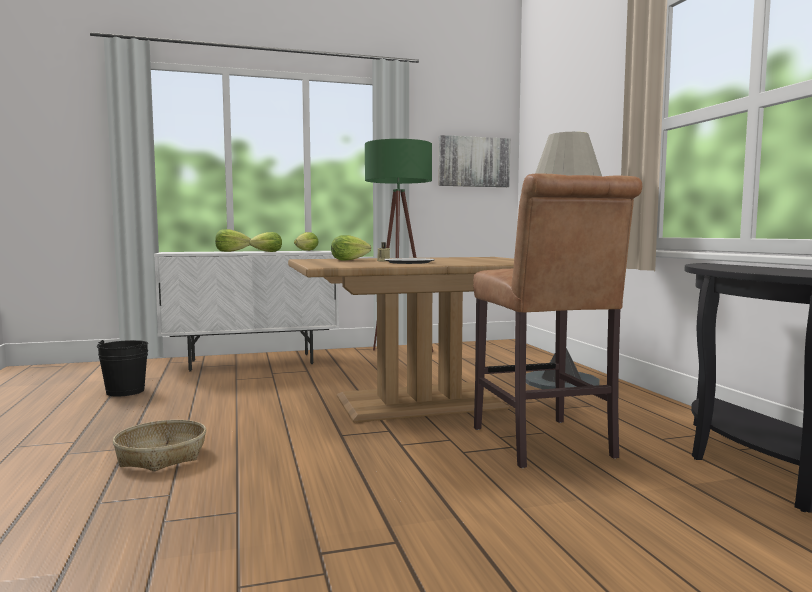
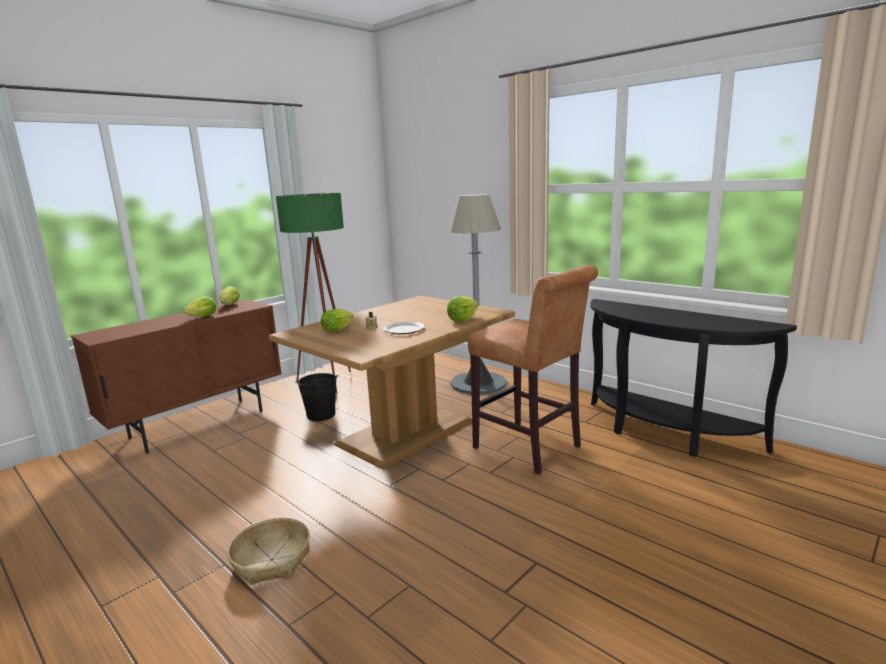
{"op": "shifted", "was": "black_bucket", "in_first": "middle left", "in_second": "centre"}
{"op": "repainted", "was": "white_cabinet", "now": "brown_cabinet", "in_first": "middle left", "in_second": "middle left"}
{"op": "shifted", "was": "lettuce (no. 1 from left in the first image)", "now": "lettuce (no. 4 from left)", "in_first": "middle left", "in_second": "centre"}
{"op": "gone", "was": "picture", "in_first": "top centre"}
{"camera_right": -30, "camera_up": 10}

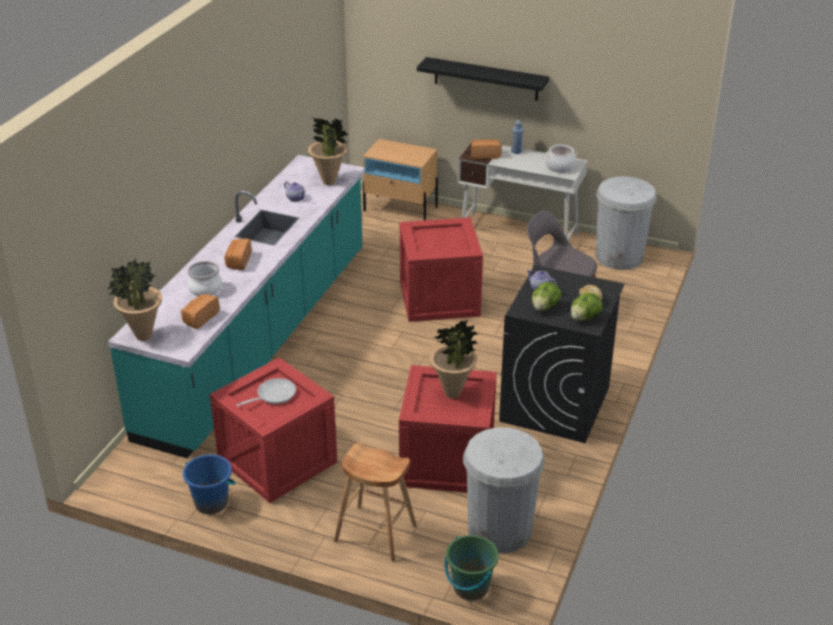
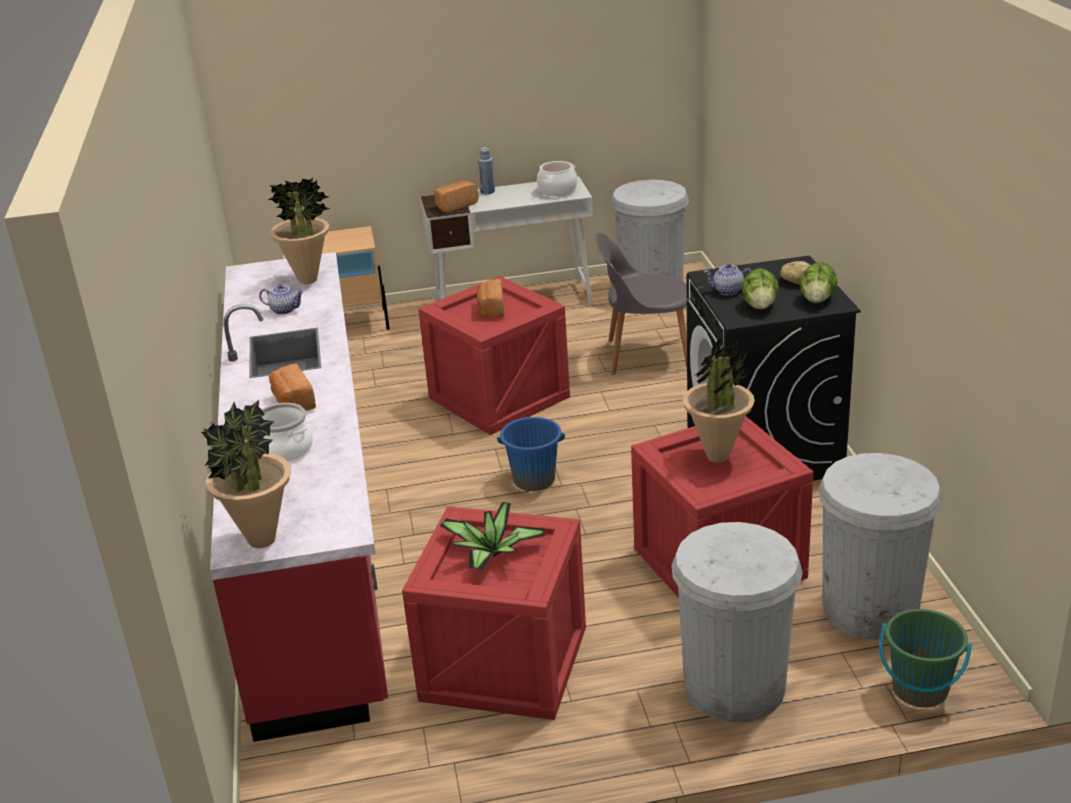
{"op": "repainted", "was": "turquoise_counter", "now": "red_counter", "in_first": "middle left", "in_second": "middle left"}
{"op": "shifted", "was": "bread (no. 1 from left in the first image)", "now": "bread (no. 3 from left)", "in_first": "middle left", "in_second": "centre"}
{"op": "shifted", "was": "blue_bucket", "in_first": "bottom left", "in_second": "centre"}
{"op": "swapped", "was": "frying_pan", "now": "potted_plant (no. 3 from left)", "in_first": "middle left", "in_second": "bottom centre"}
{"op": "swapped", "was": "brown_stool", "now": "white_trash_can (no. 2 from left)", "in_first": "bottom centre", "in_second": "bottom right"}
{"op": "gone", "was": "black_shelf", "in_first": "top centre"}
{"camera_right": -30, "camera_up": -5}

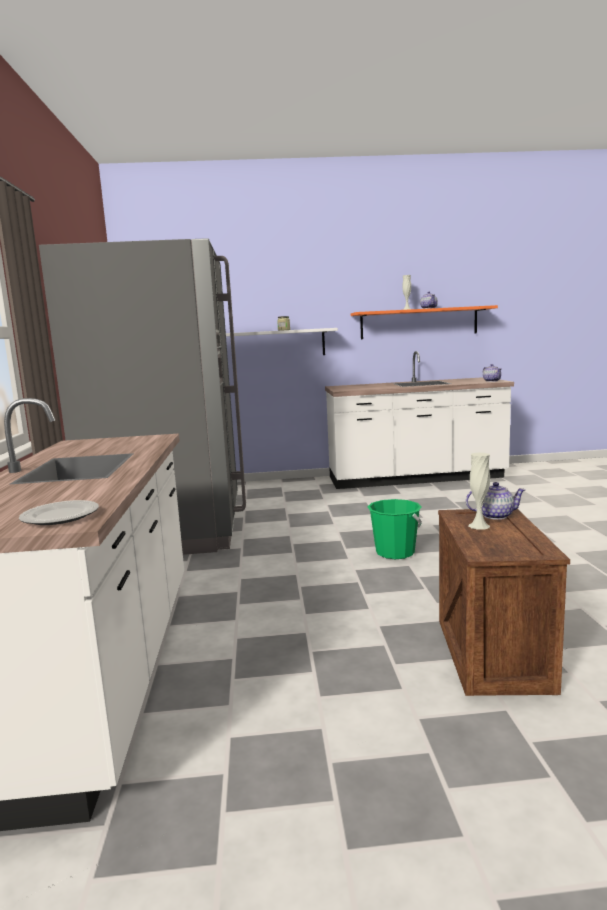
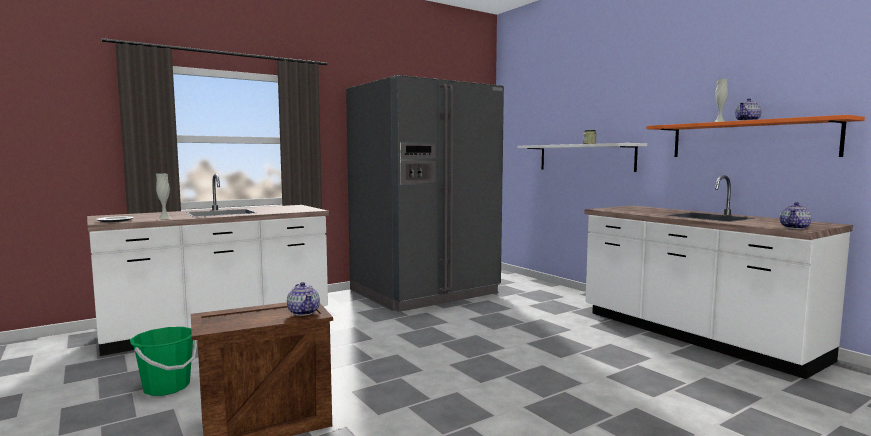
{"op": "shifted", "was": "green_bucket", "in_first": "centre", "in_second": "bottom left"}
{"op": "shifted", "was": "white_vase (no. 2 from left in the first image)", "now": "white_vase (no. 1 from left)", "in_first": "middle right", "in_second": "middle left"}
{"camera_right": 60, "camera_up": -5}

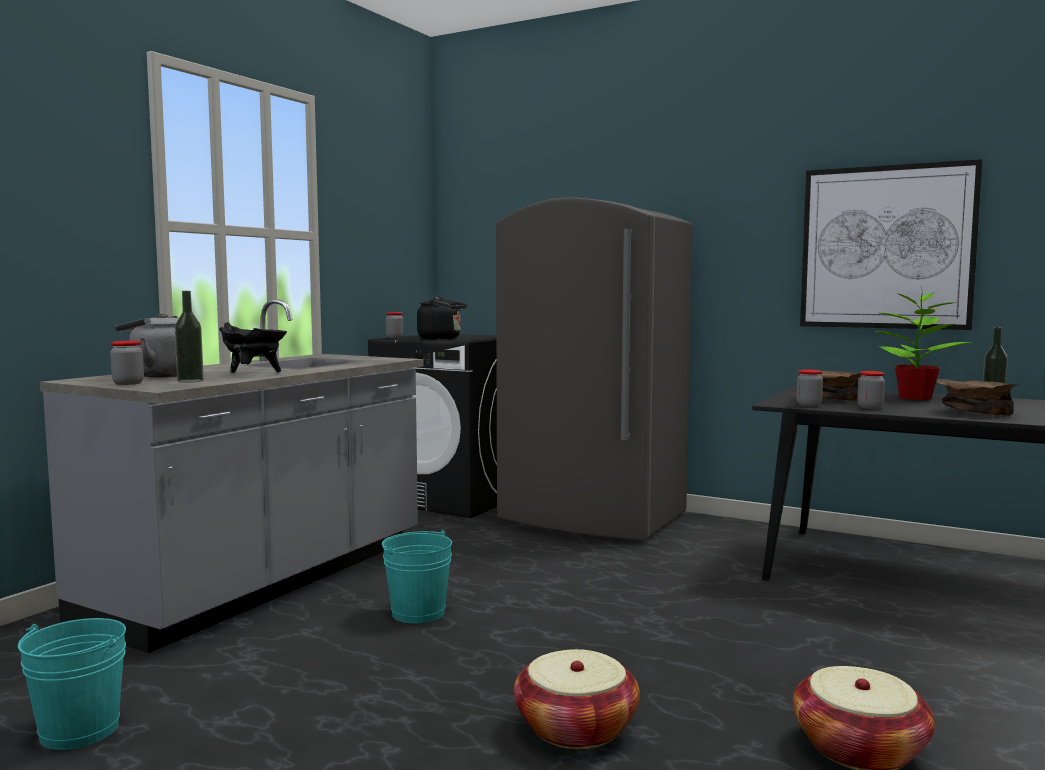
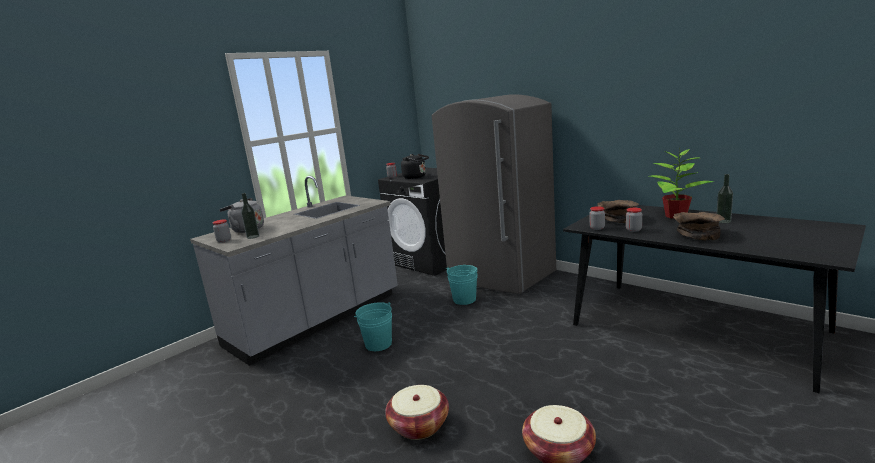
{"op": "shifted", "was": "turquoise_bucket (no. 1 from left in the first image)", "now": "turquoise_bucket (no. 2 from left)", "in_first": "bottom left", "in_second": "centre"}
{"op": "gone", "was": "black_cooking_pot", "in_first": "middle left"}
{"op": "gone", "was": "picture", "in_first": "top right"}
{"camera_right": 15, "camera_up": 10}

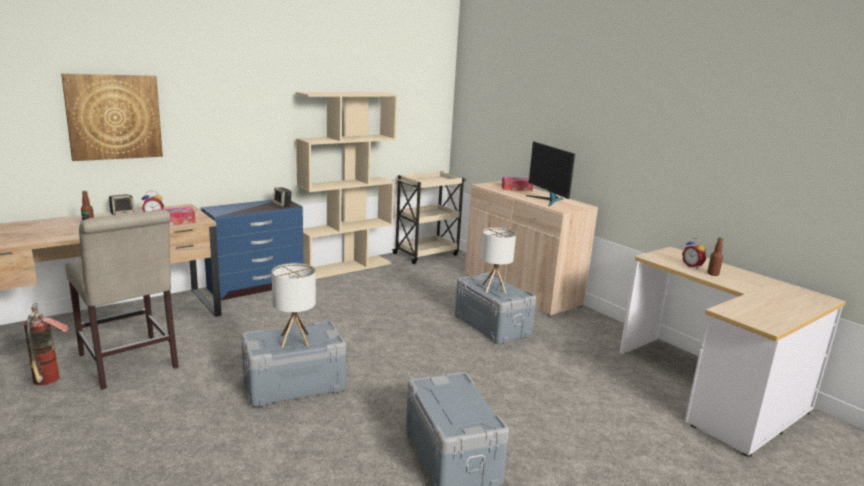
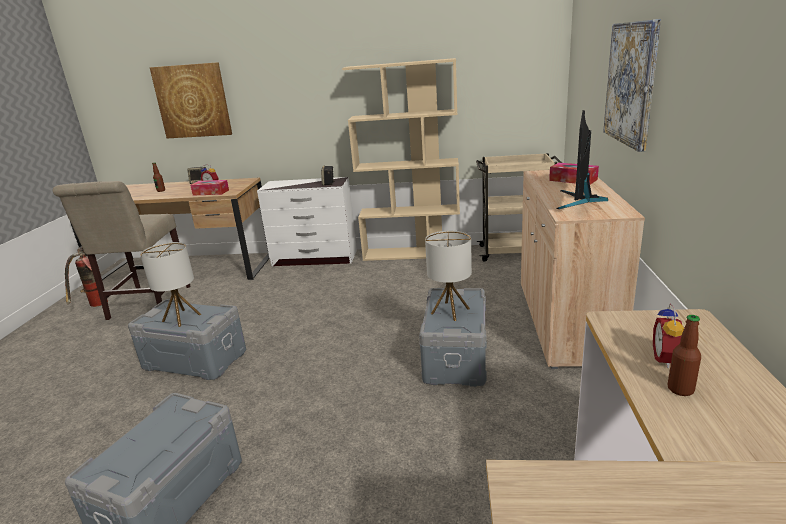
{"op": "repainted", "was": "blue_dresser", "now": "white_dresser", "in_first": "middle left", "in_second": "centre"}
{"op": "new", "now": "picture (no. 2 from left)", "in_second": "top right"}
{"camera_right": 45, "camera_up": 5}

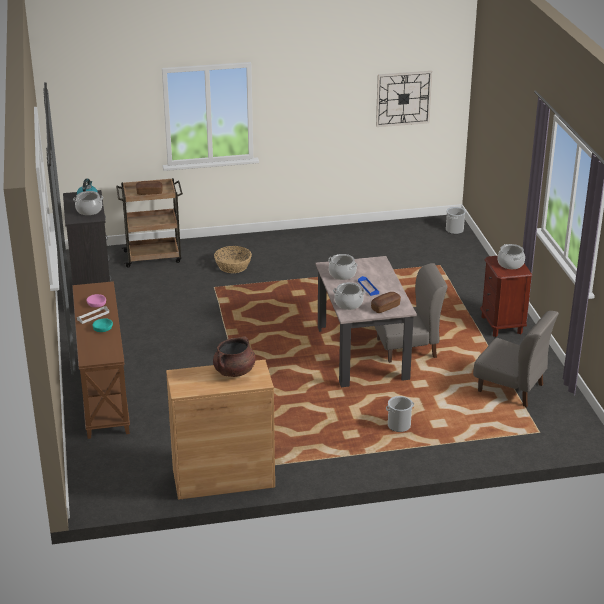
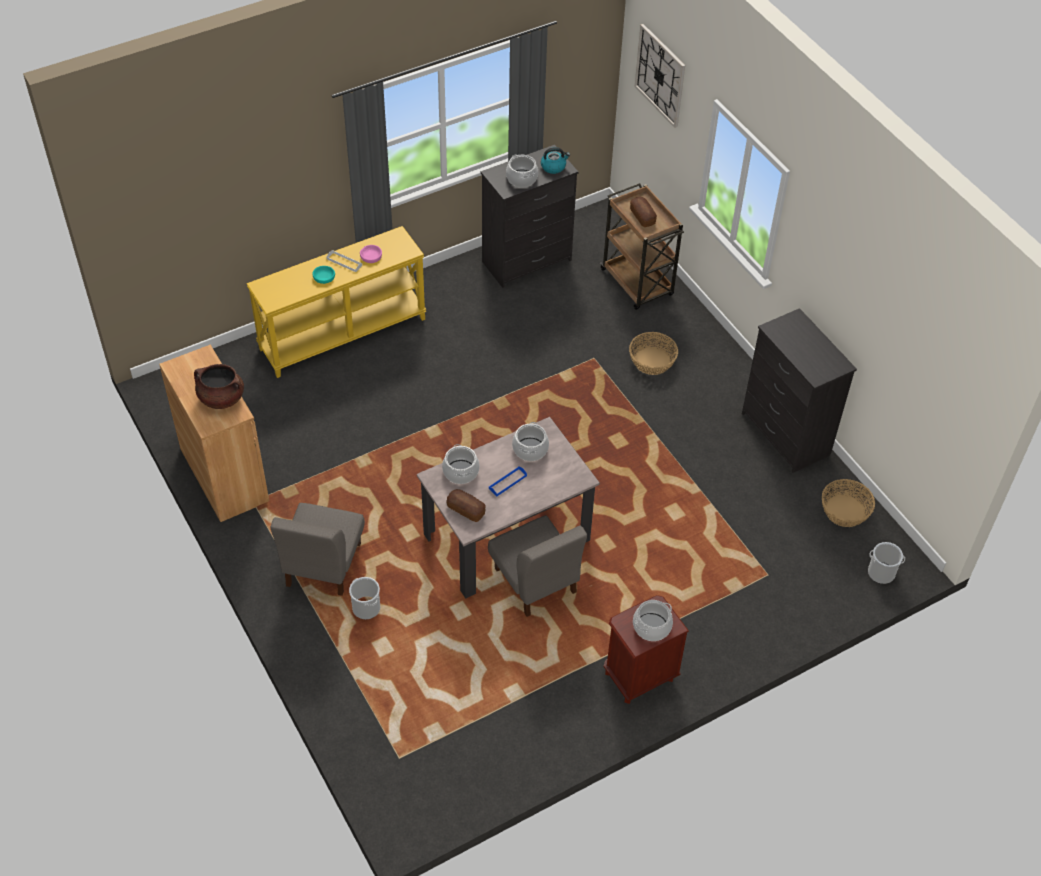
{"op": "repainted", "was": "brown_console_table", "now": "yellow_console_table", "in_first": "middle left", "in_second": "middle left"}
{"op": "shifted", "was": "wall_clock", "in_first": "top right", "in_second": "top centre"}
{"op": "shifted", "was": "grey_chair (no. 2 from left in the first image)", "now": "grey_chair (no. 1 from left)", "in_first": "middle right", "in_second": "middle left"}
{"op": "new", "now": "black_dresser (no. 2 from left)", "in_second": "middle right"}
{"op": "new", "now": "basket (no. 2 from left)", "in_second": "middle right"}
{"camera_right": 70, "camera_up": 20}

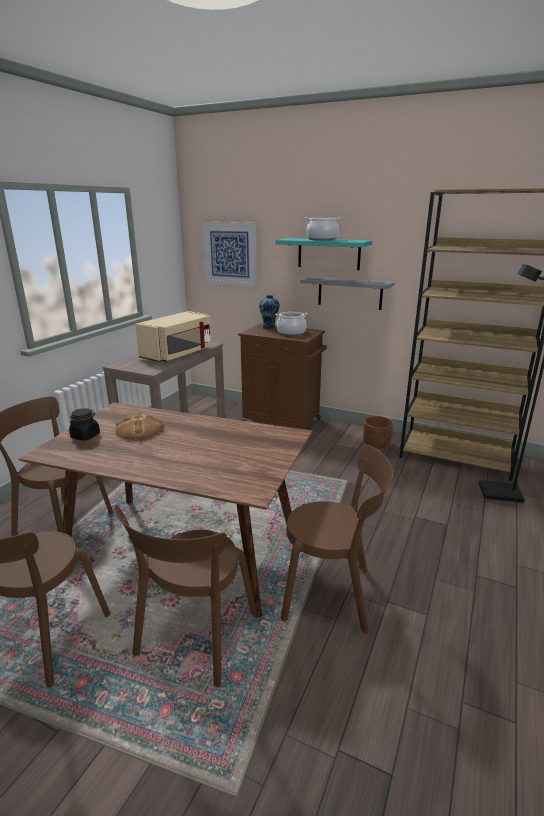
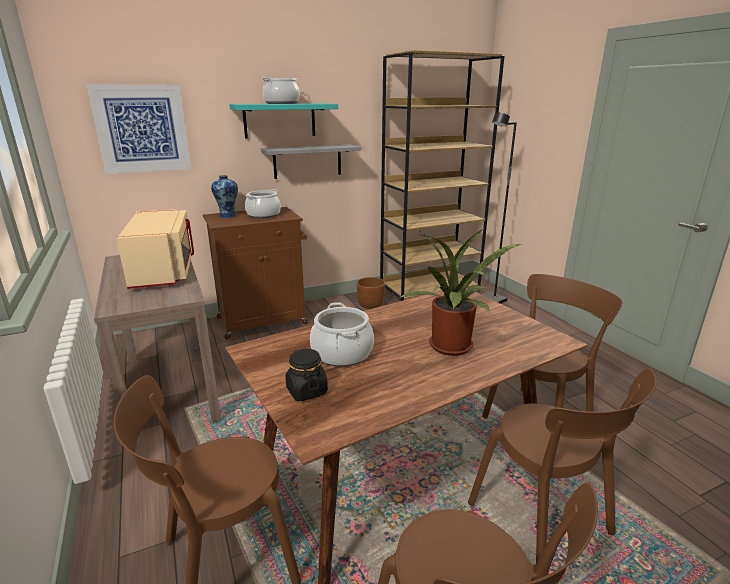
{"op": "swapped", "was": "bread", "now": "cooking_pot (no. 3 from left)", "in_first": "middle left", "in_second": "centre"}
{"op": "new", "now": "potted_plant", "in_second": "centre"}
{"camera_right": -50, "camera_up": 0}

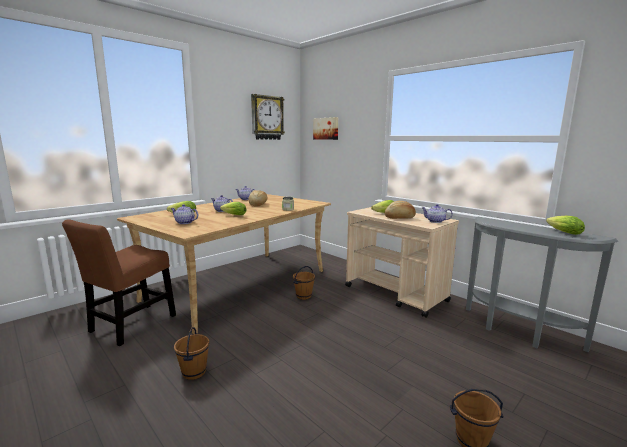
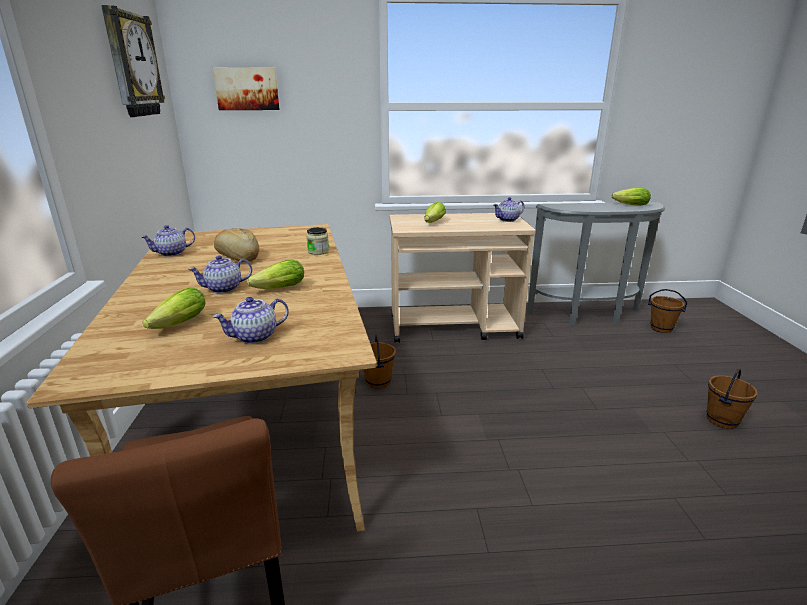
{"op": "shifted", "was": "brown_bucket (no. 1 from left in the first image)", "now": "brown_bucket (no. 2 from left)", "in_first": "bottom left", "in_second": "middle right"}
{"op": "gone", "was": "bread (no. 2 from left)", "in_first": "centre"}
{"camera_right": -50, "camera_up": 10}

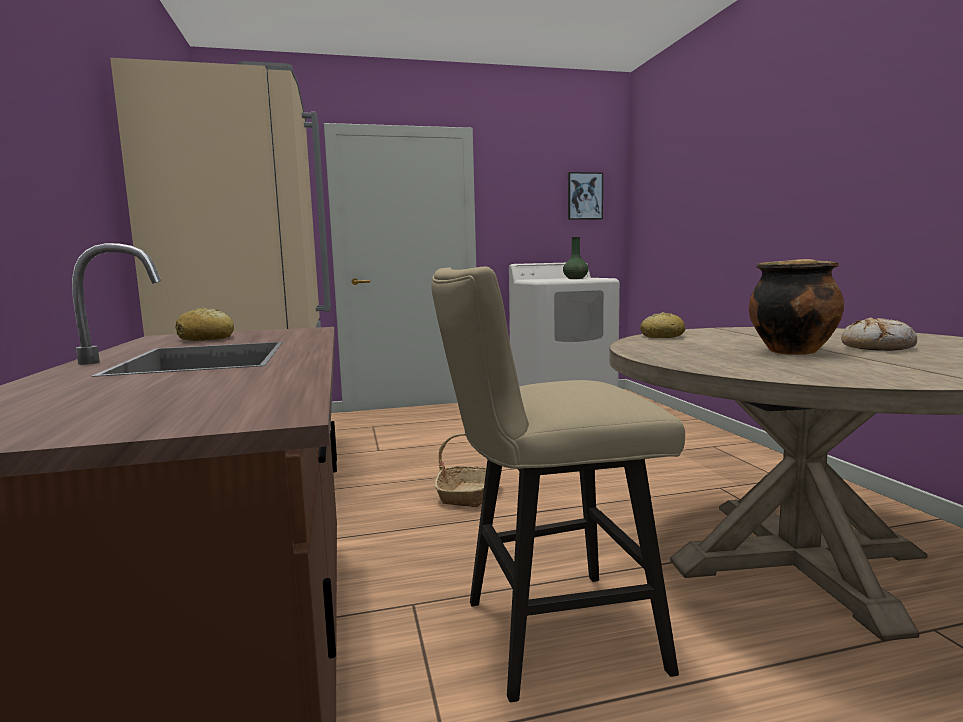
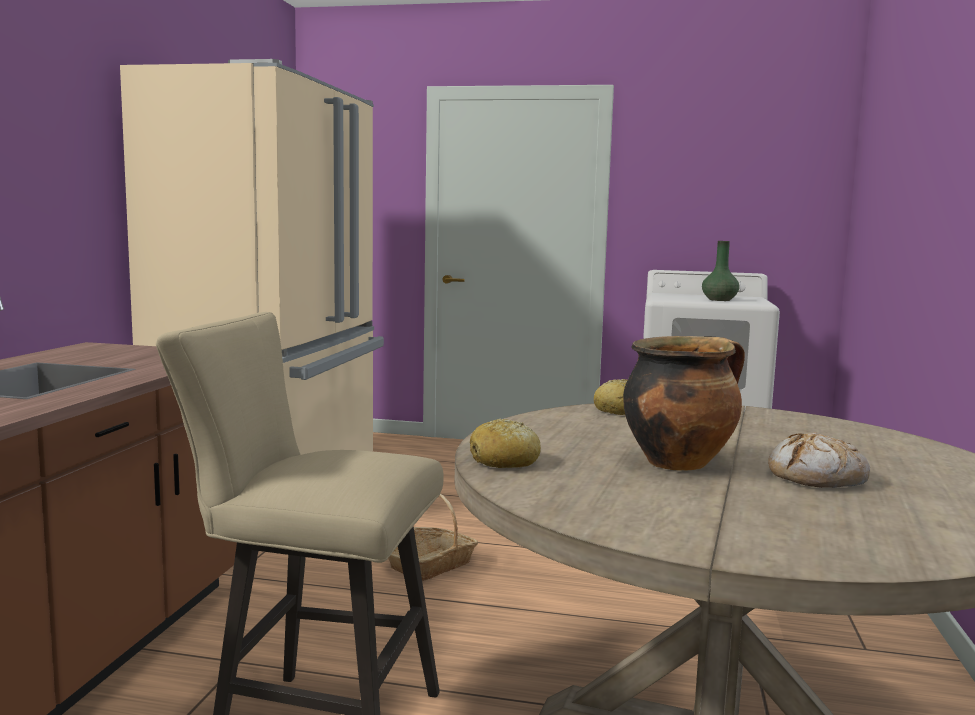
{"op": "shifted", "was": "bread (no. 1 from left)", "in_first": "middle left", "in_second": "centre"}
{"op": "gone", "was": "picture", "in_first": "top centre"}
{"camera_right": 25, "camera_up": 0}

